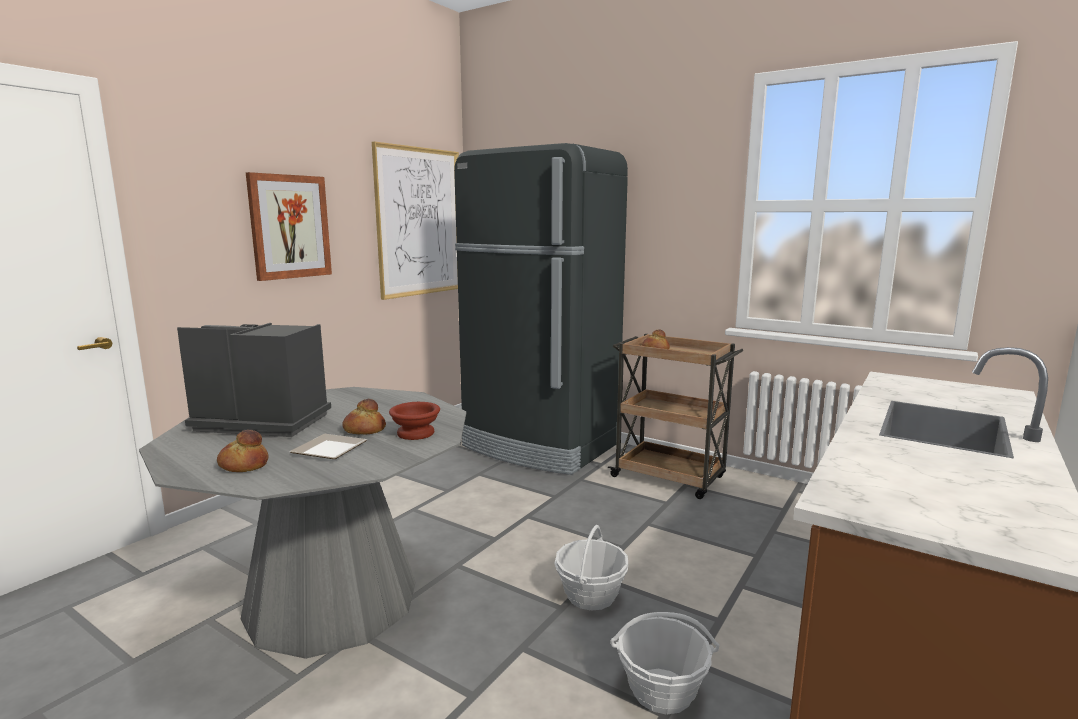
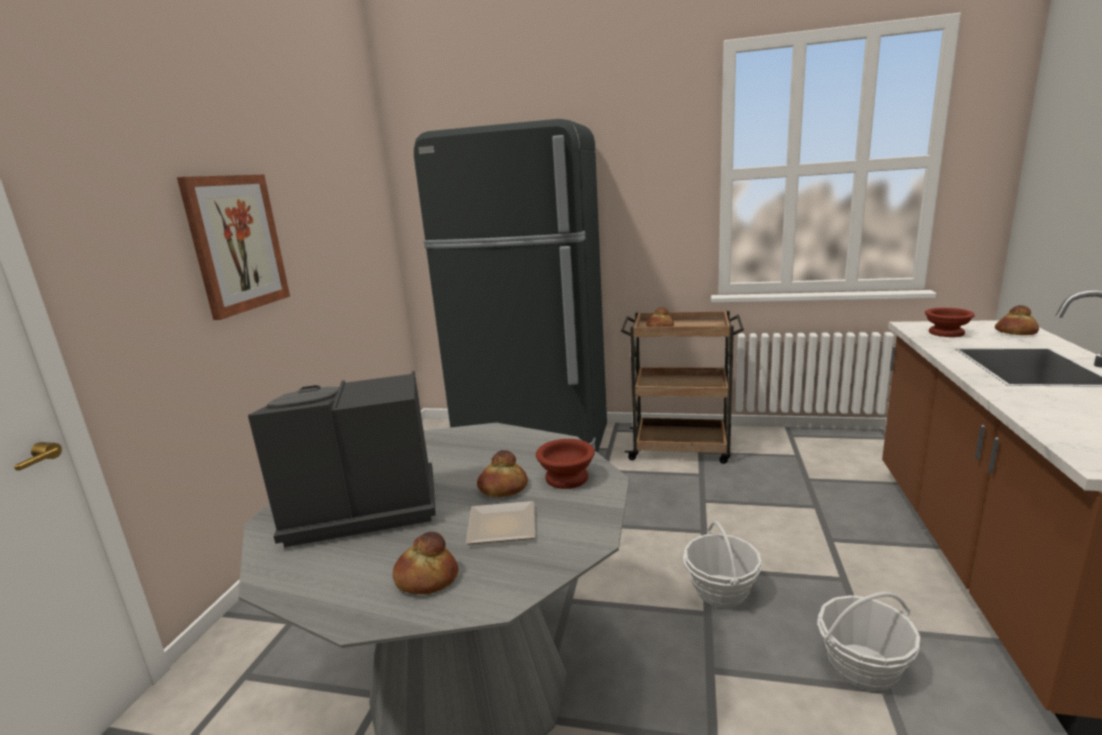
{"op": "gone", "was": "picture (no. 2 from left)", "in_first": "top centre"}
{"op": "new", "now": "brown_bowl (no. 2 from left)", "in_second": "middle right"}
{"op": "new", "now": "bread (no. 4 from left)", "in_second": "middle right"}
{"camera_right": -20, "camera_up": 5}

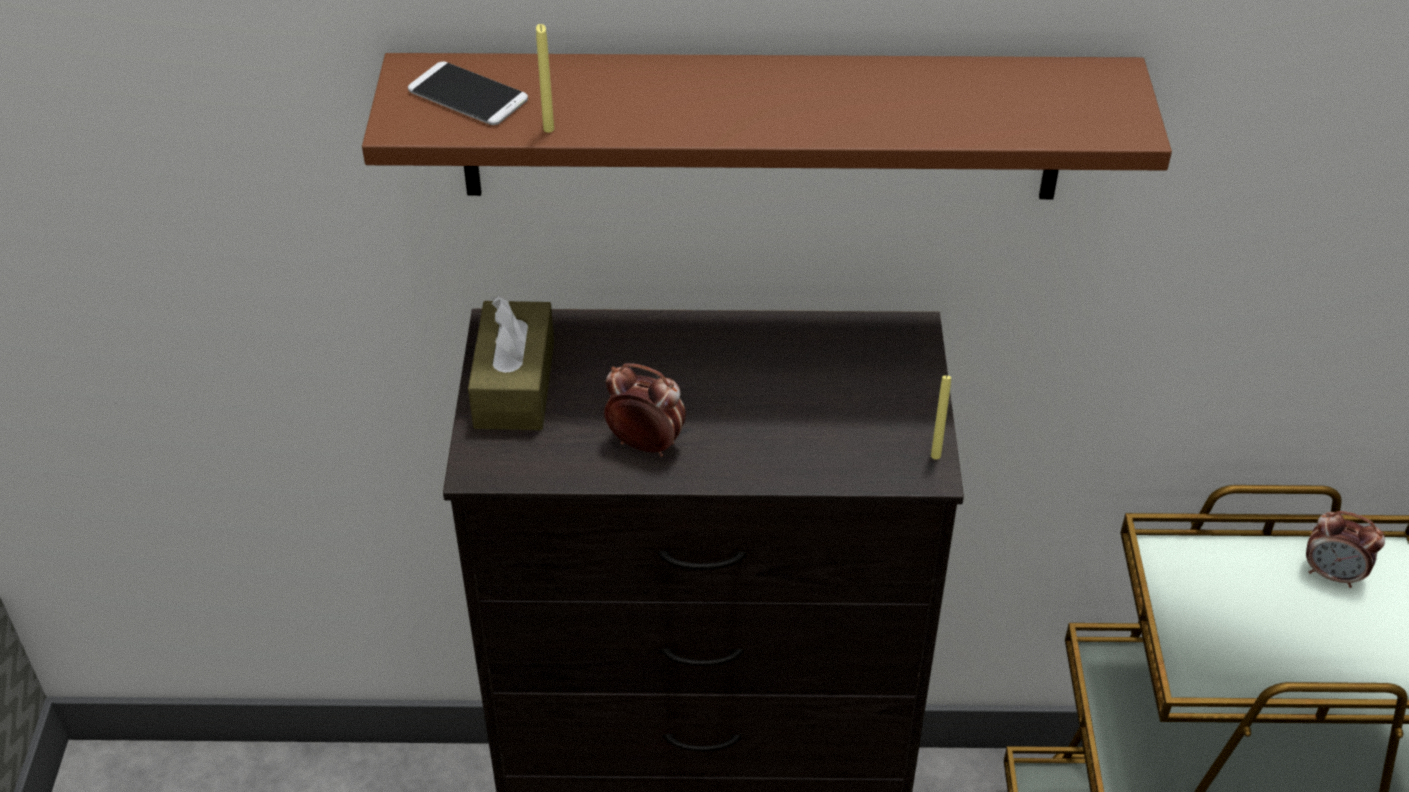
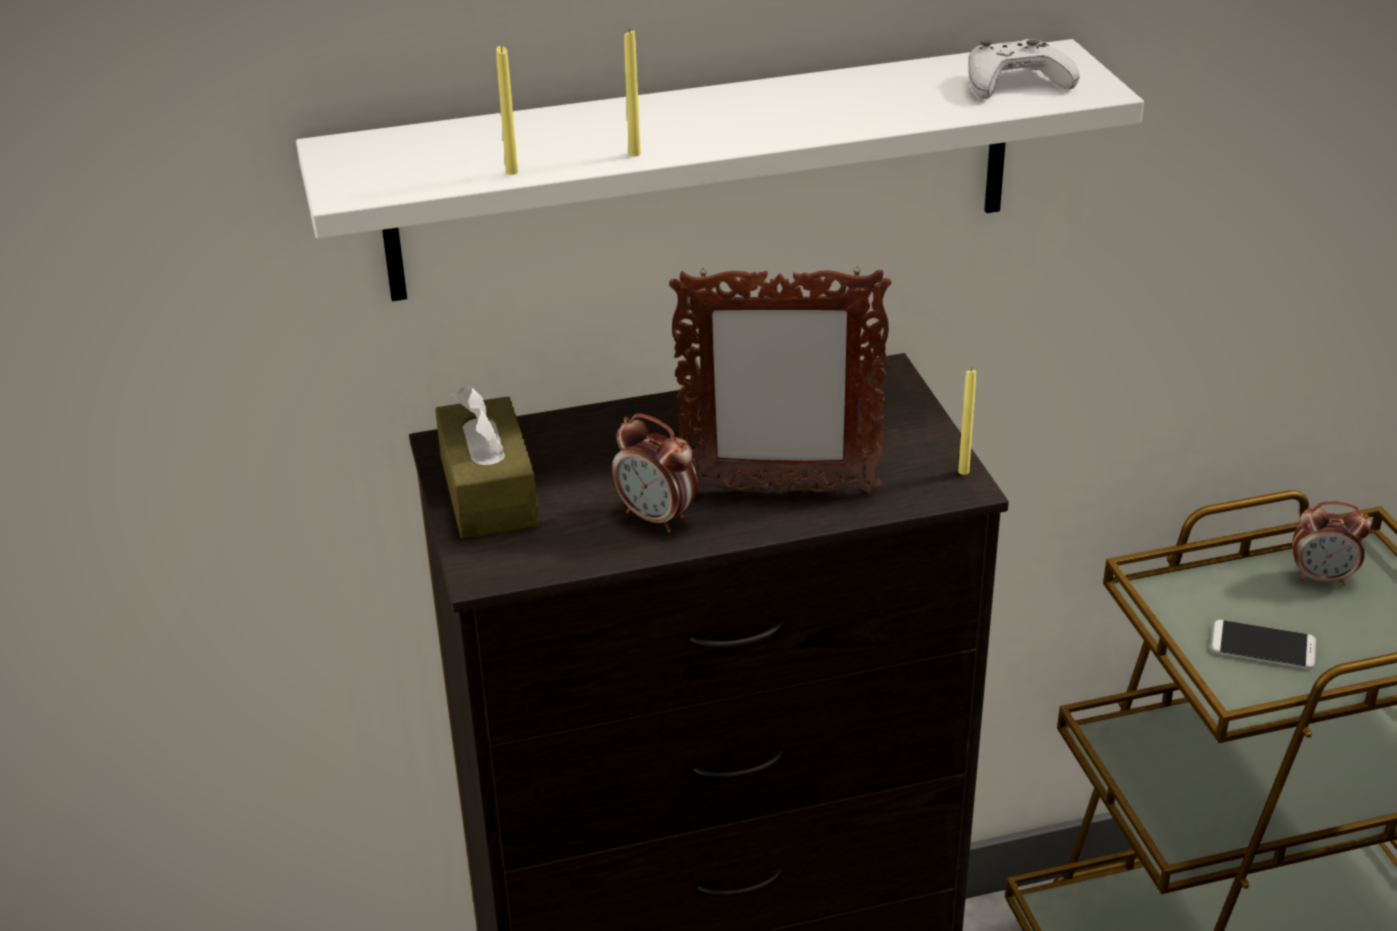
{"op": "repainted", "was": "brown_shelf", "now": "white_shelf", "in_first": "top centre", "in_second": "top centre"}
{"op": "shifted", "was": "phone", "in_first": "top left", "in_second": "bottom right"}
{"op": "rotated", "was": "alarm_clock (no. 1 from left)", "in_first": "centre", "in_second": "centre", "clockwise": -150}
{"op": "new", "now": "yellow_candle (no. 2 from left)", "in_second": "top centre"}
{"op": "new", "now": "picture_frame", "in_second": "centre"}
{"op": "new", "now": "white_game_controller", "in_second": "top right"}
{"camera_right": -15, "camera_up": -10}

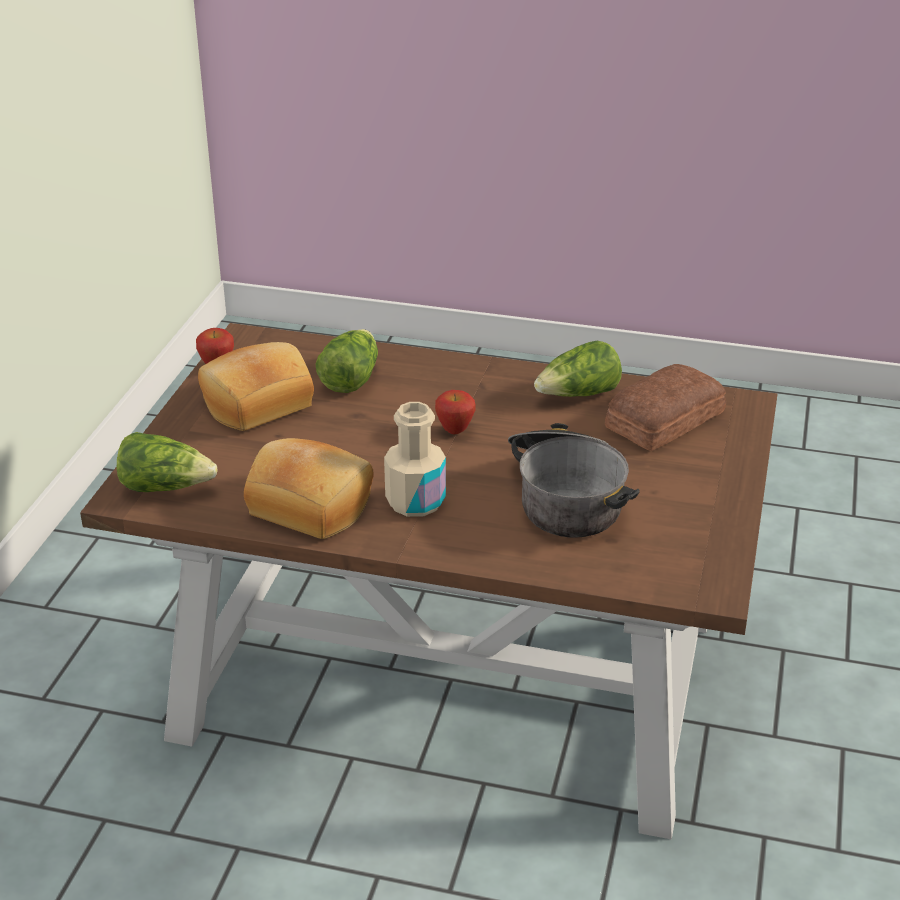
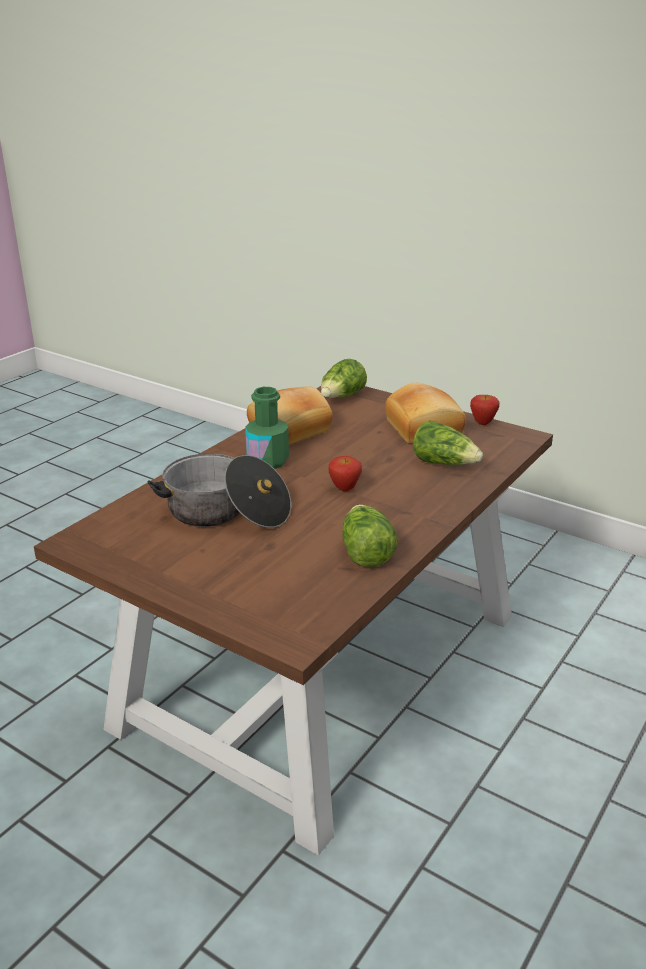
{"op": "repainted", "was": "beige_bottle", "now": "green_bottle", "in_first": "centre", "in_second": "centre"}
{"op": "gone", "was": "bread (no. 3 from left)", "in_first": "middle right"}
{"camera_right": 110, "camera_up": -5}

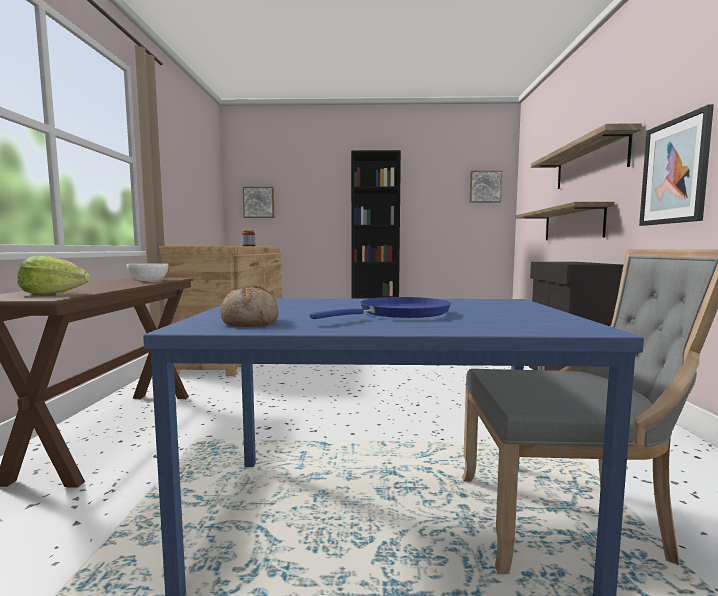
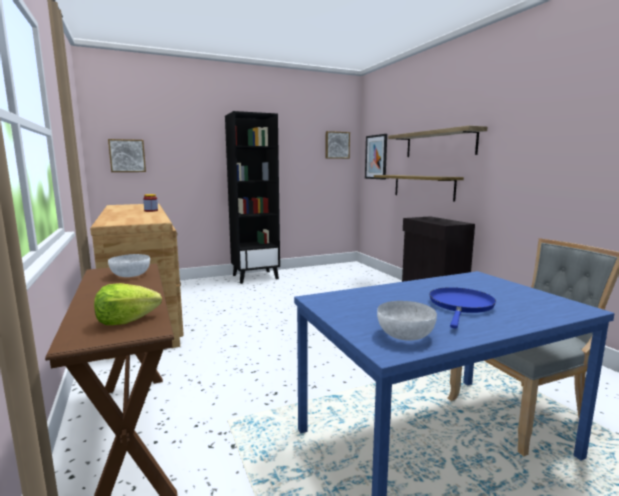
{"op": "swapped", "was": "bread", "now": "white_bowl (no. 2 from left)", "in_first": "centre", "in_second": "centre"}
{"op": "shifted", "was": "picture (no. 3 from left)", "in_first": "top right", "in_second": "top centre"}
{"camera_right": -25, "camera_up": 5}

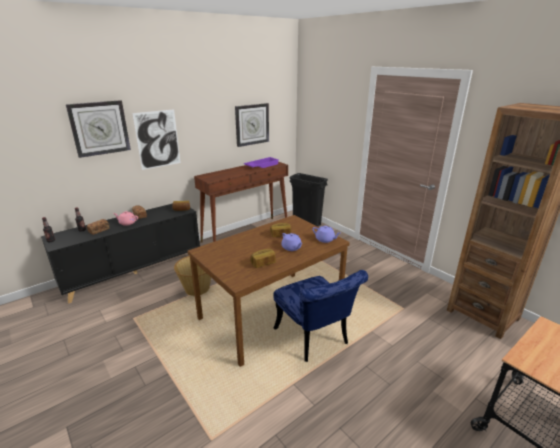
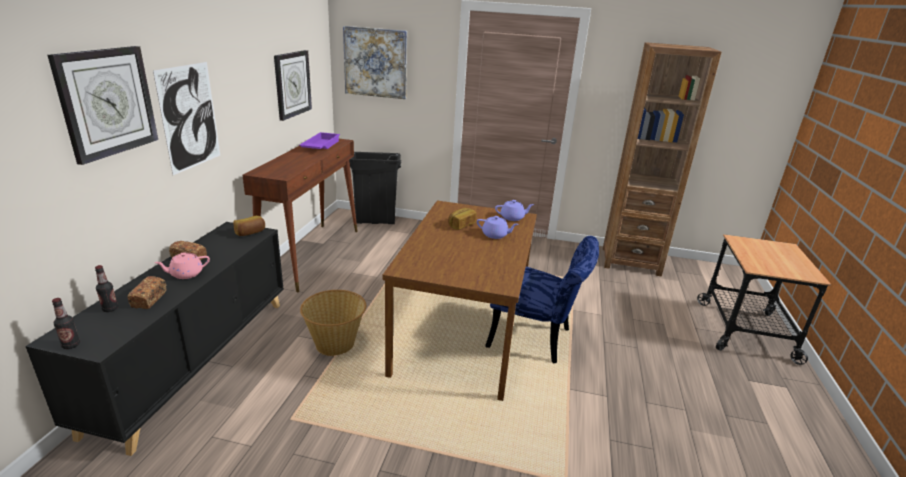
{"op": "gone", "was": "bread (no. 4 from left)", "in_first": "centre"}
{"op": "new", "now": "picture (no. 2 from left)", "in_second": "top centre"}
{"camera_right": -40, "camera_up": 0}

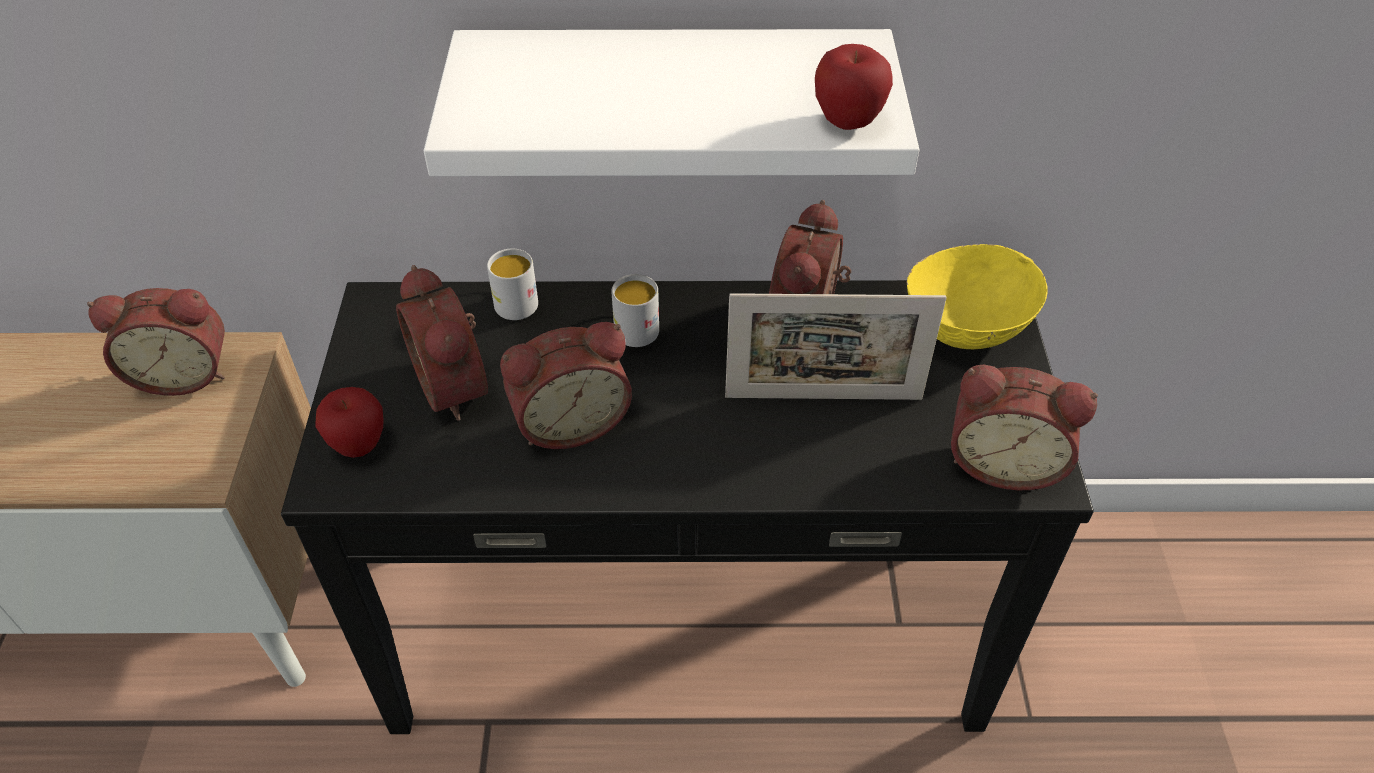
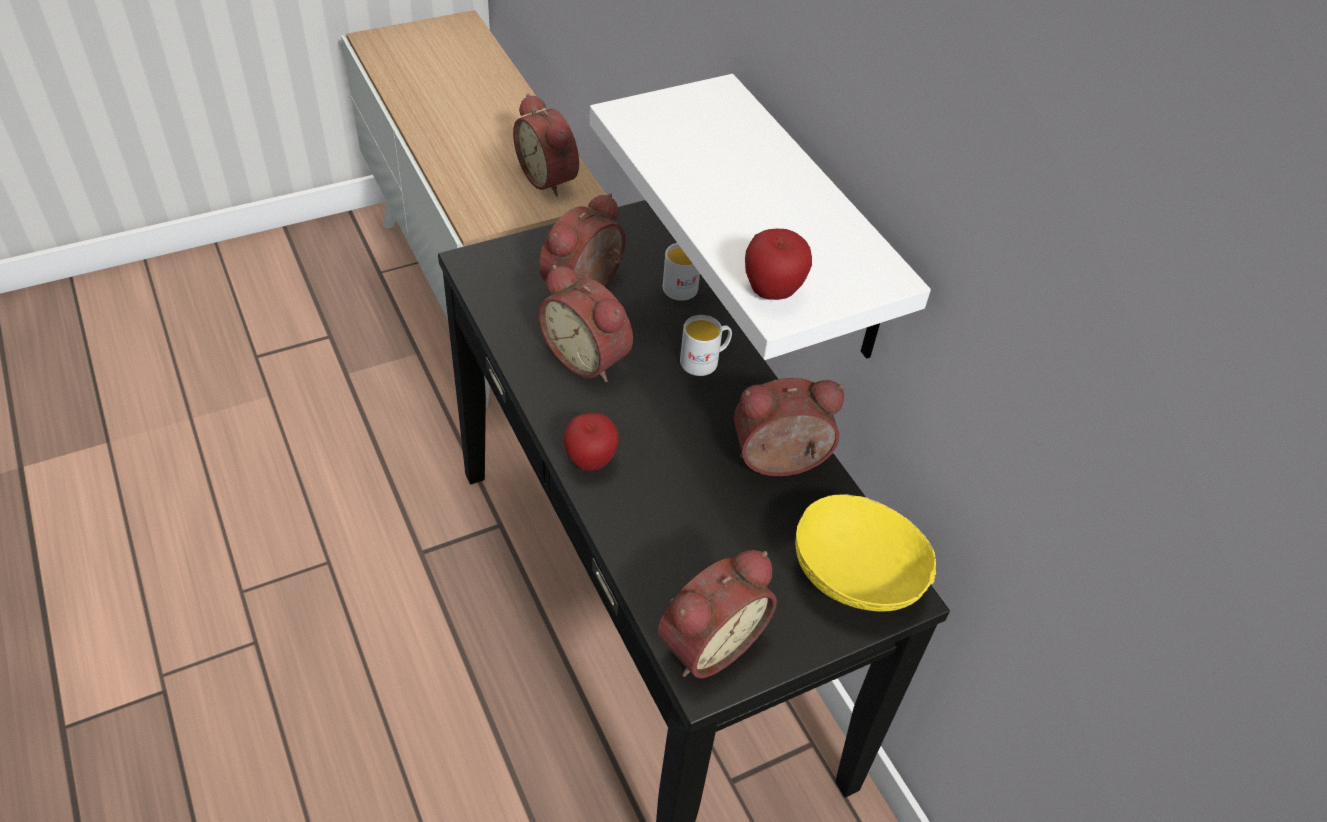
{"op": "shifted", "was": "apple (no. 1 from left)", "in_first": "middle left", "in_second": "centre"}
{"op": "gone", "was": "picture_frame", "in_first": "centre"}
{"op": "rotated", "was": "alarm_clock (no. 5 from left in the first image)", "in_first": "middle right", "in_second": "bottom centre", "clockwise": -120}
{"camera_right": 60, "camera_up": 0}

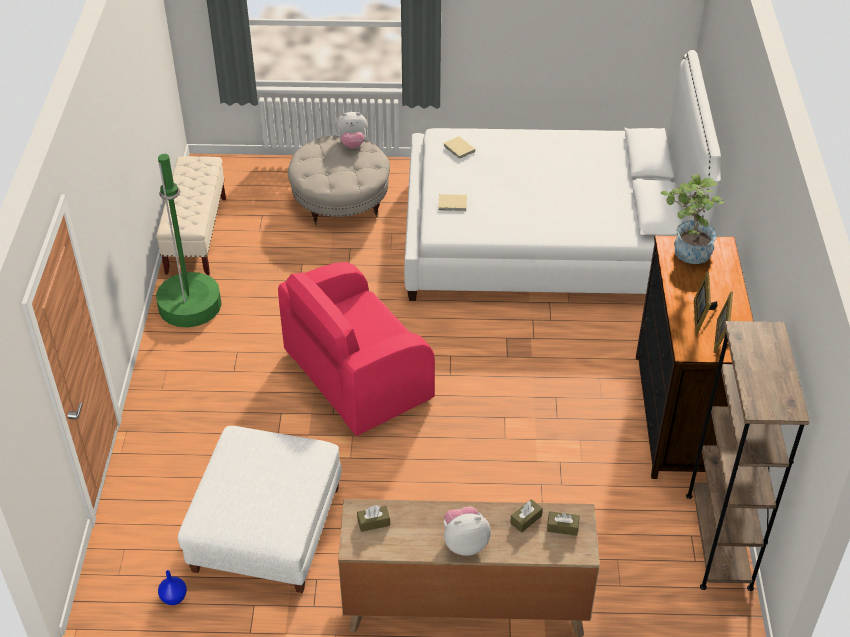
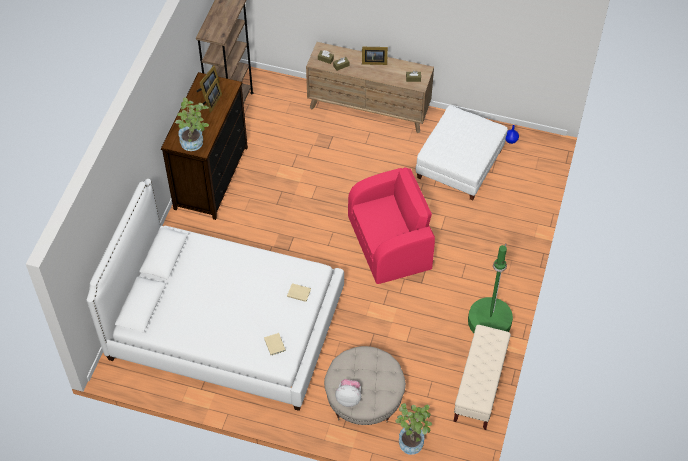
{"op": "swapped", "was": "plush_toy (no. 2 from left)", "now": "picture_frame (no. 3 from left)", "in_first": "bottom centre", "in_second": "top centre"}
{"op": "new", "now": "potted_plant (no. 2 from left)", "in_second": "bottom centre"}
{"camera_right": -165, "camera_up": 10}

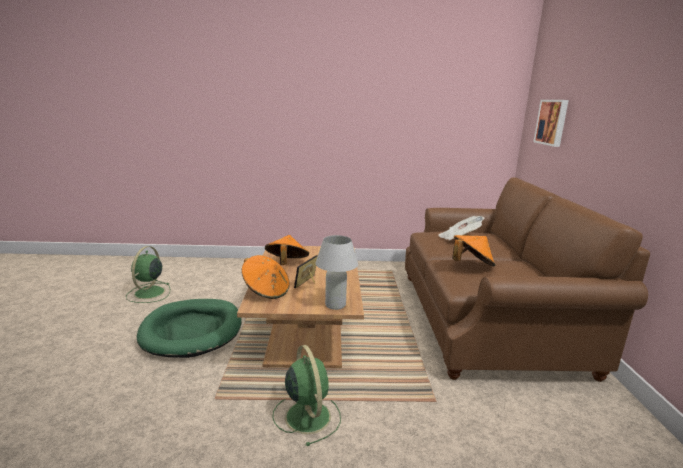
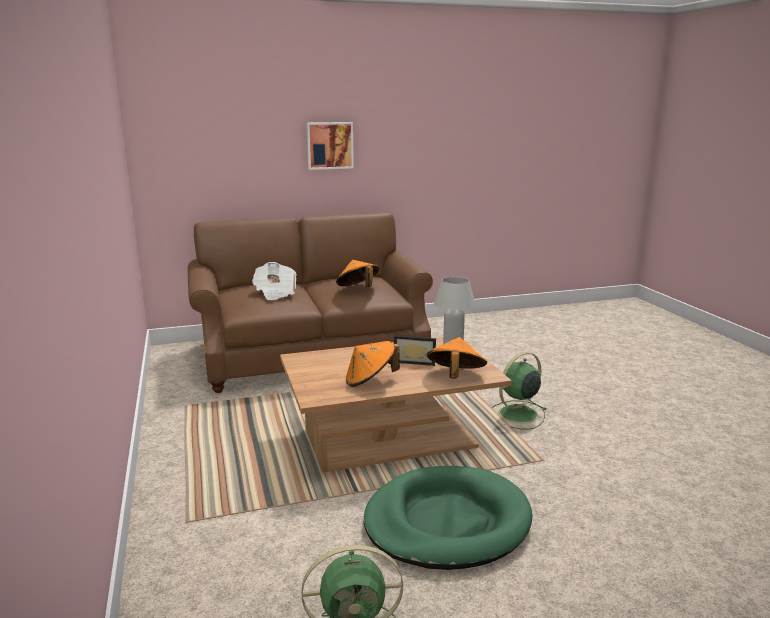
{"op": "shifted", "was": "picture", "in_first": "top right", "in_second": "top centre"}
{"camera_right": -105, "camera_up": 0}

